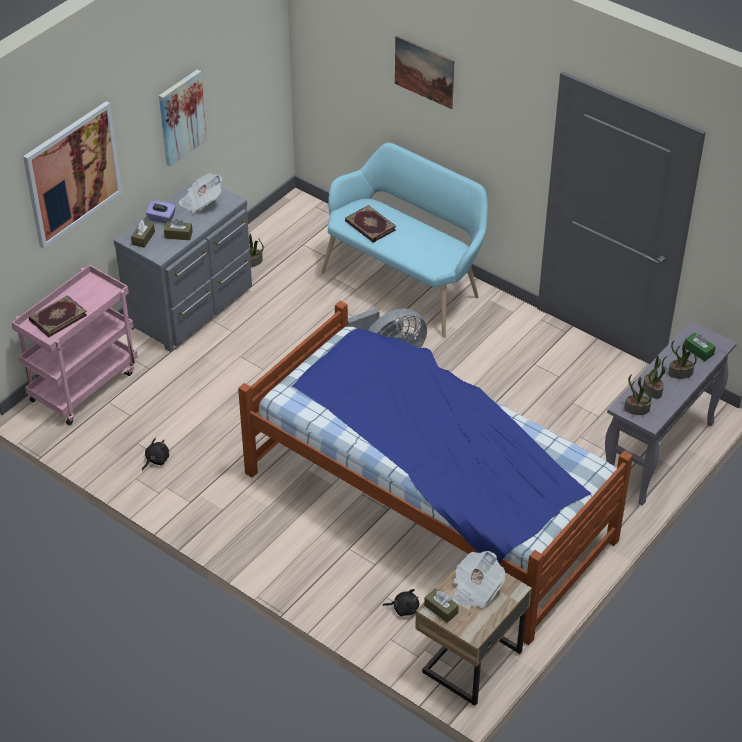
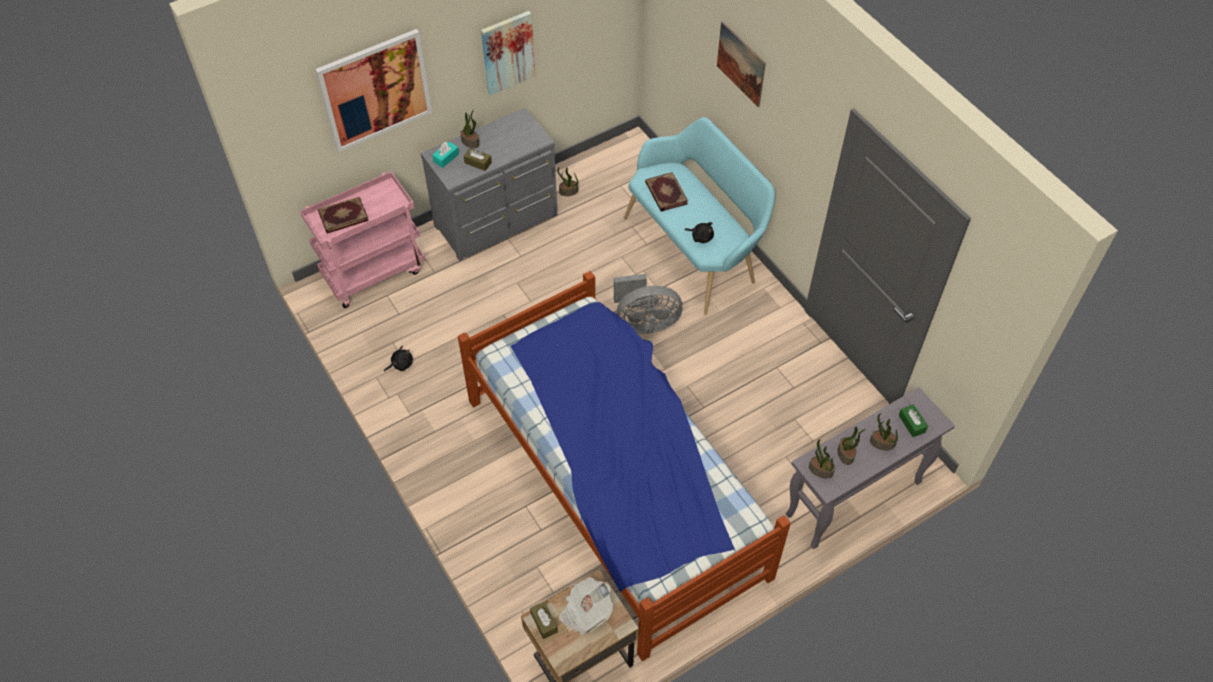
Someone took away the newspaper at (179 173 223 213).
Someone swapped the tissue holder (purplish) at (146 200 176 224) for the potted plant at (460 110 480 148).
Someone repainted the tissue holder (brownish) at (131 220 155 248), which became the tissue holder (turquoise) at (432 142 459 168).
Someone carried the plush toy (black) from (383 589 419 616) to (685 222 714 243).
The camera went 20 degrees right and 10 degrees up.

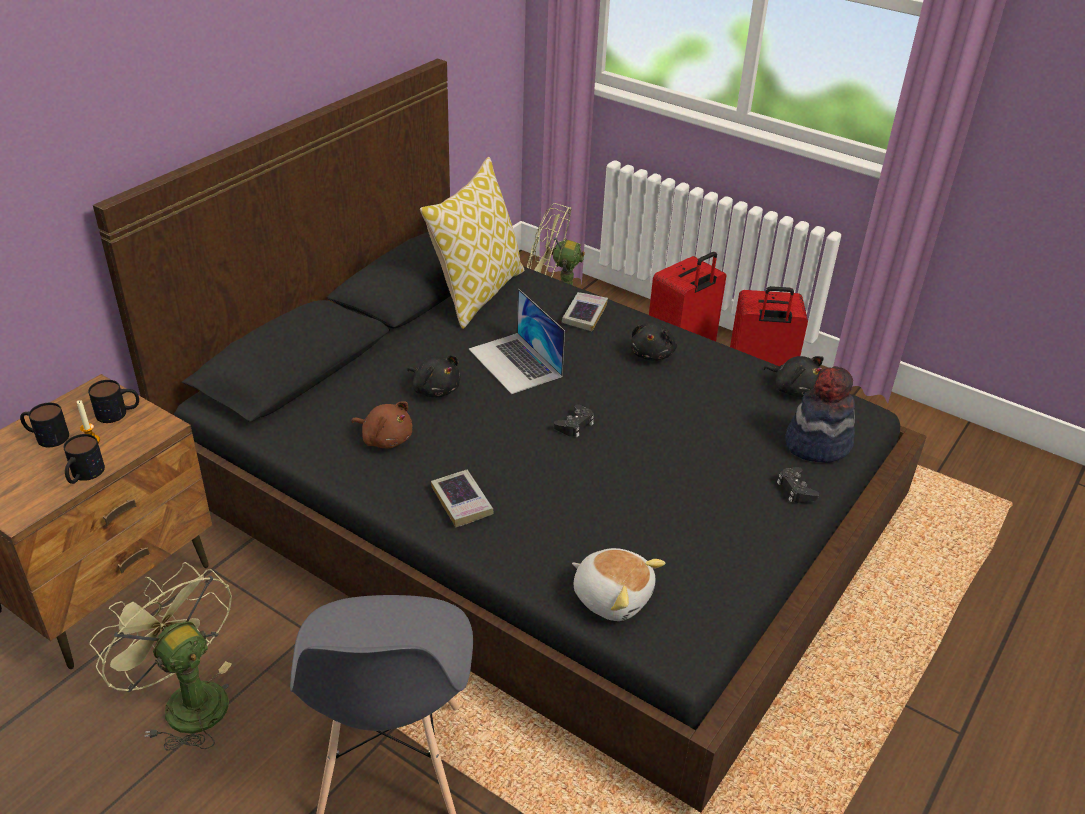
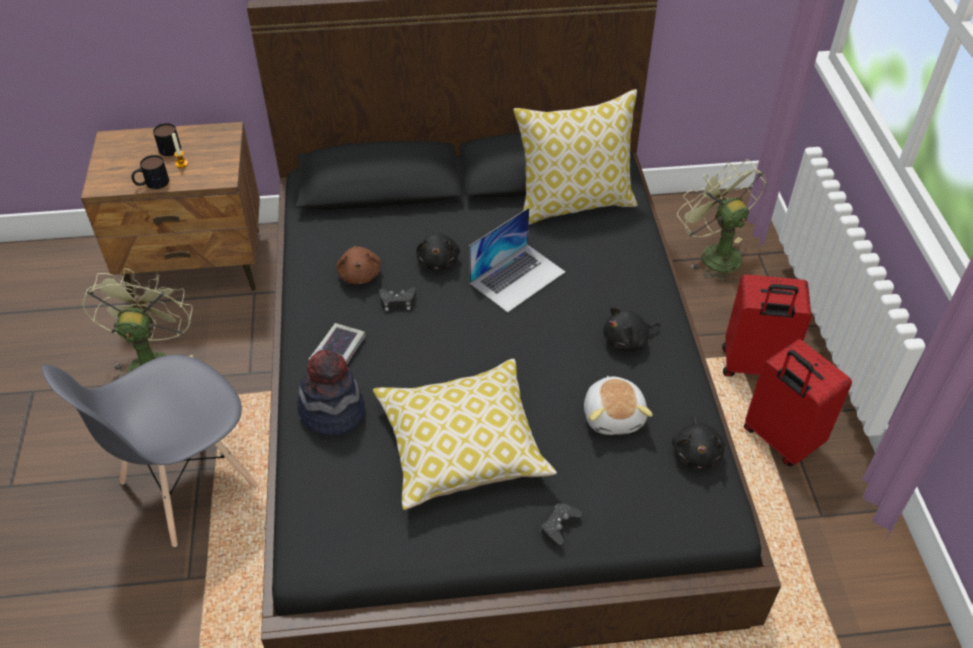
Someone rotated the notebook computer at (469 289 565 394) by 150 degrees counterclockwise.
Someone took away the volume at (562 292 608 331).
Someone carried the wearable hat from (785 366 855 463) to (297 349 365 436).
Someone took away the mug at (88 380 139 423).
Someone carried the joypad (black) from (554 404 594 437) to (379 287 416 311).
Someone carried the plush toy from (572 548 665 621) to (584 376 653 435).
Someone put down the cushion at (373 359 557 510).
The camera went 50 degrees right and 10 degrees up.

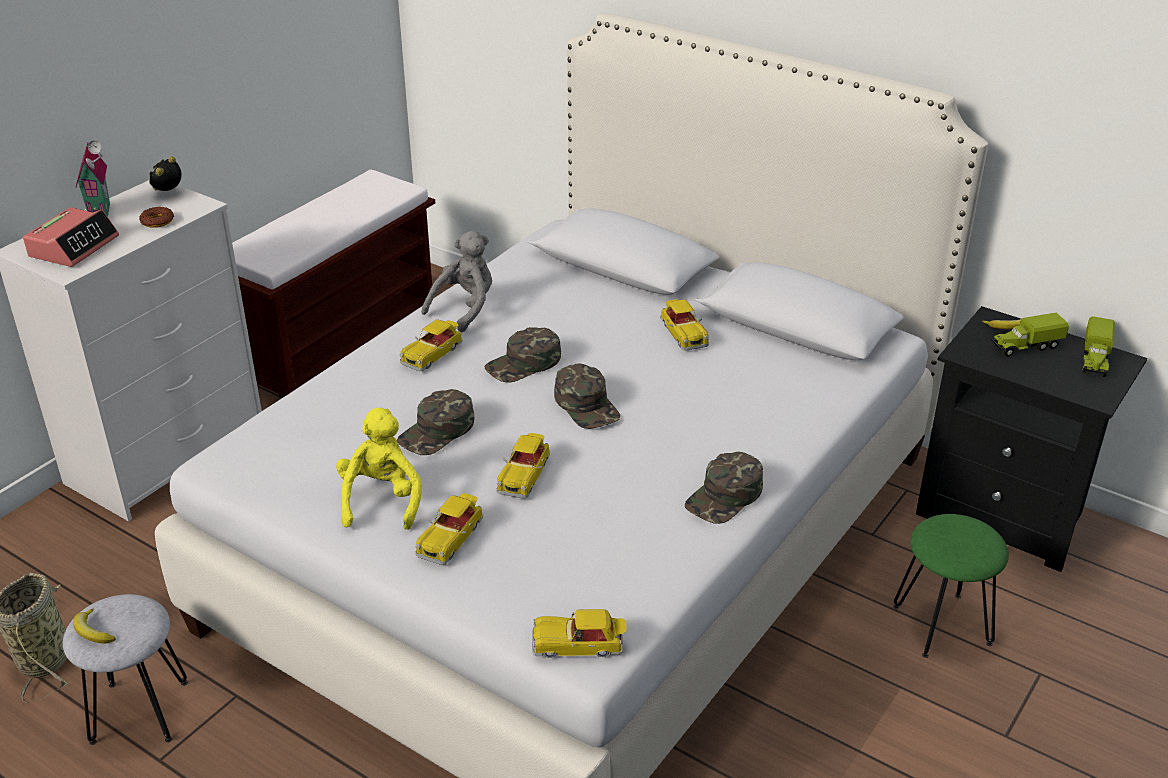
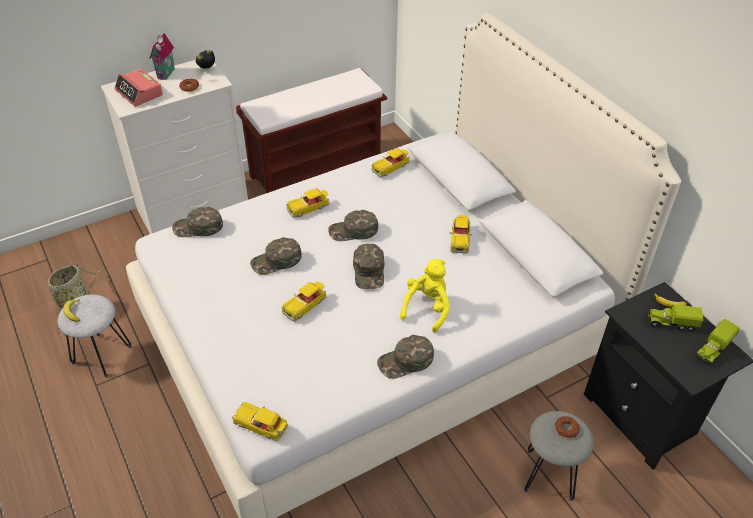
Someone rotated the table clock at (23 207 119 267) by 90 degrees clockwise.
Someone took away the plush toy (grey) at (421 231 492 333).
Someone carried the plush toy (yellow-coloured) from (336 408 422 530) to (400 259 450 333).
Someone carried the model car from (415 493 483 565) to (371 148 410 177).
Someone repainted the stool seat (green) at (893 514 1009 658), which became the stool seat (grey) at (524 411 594 501).
Someone put down the baseball cap (green) at (172 207 223 237).
Someone put down the ring doughnut at (555 416 580 438).
The camera went 25 degrees right and 10 degrees up.

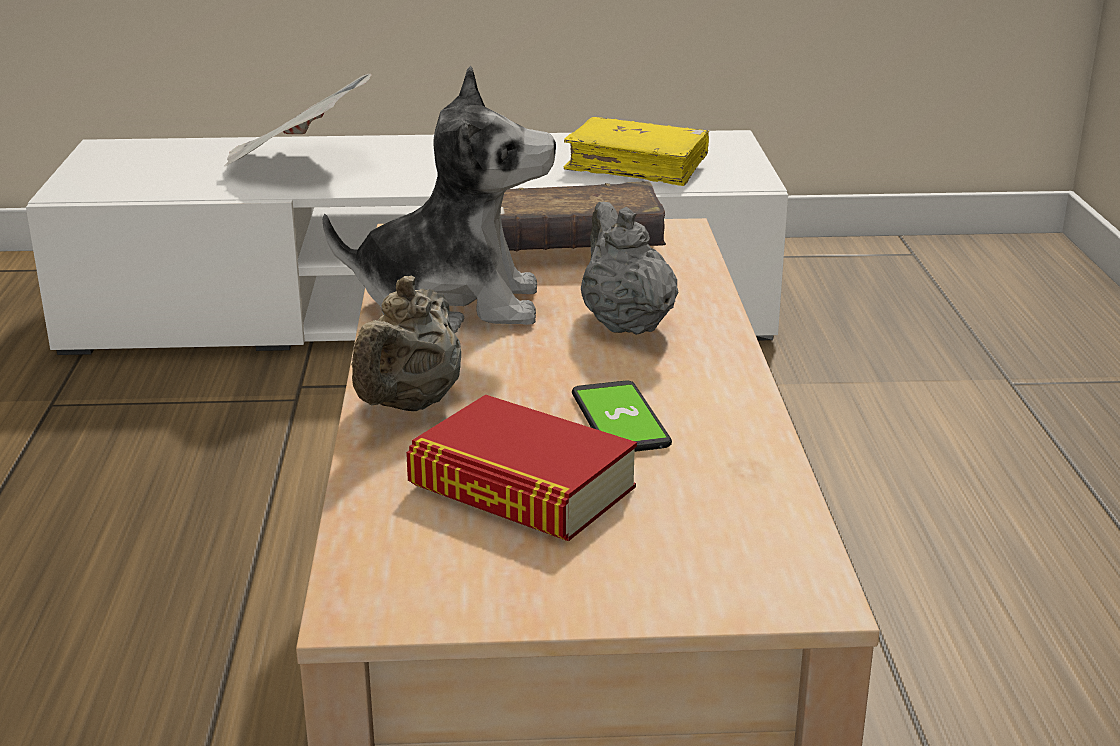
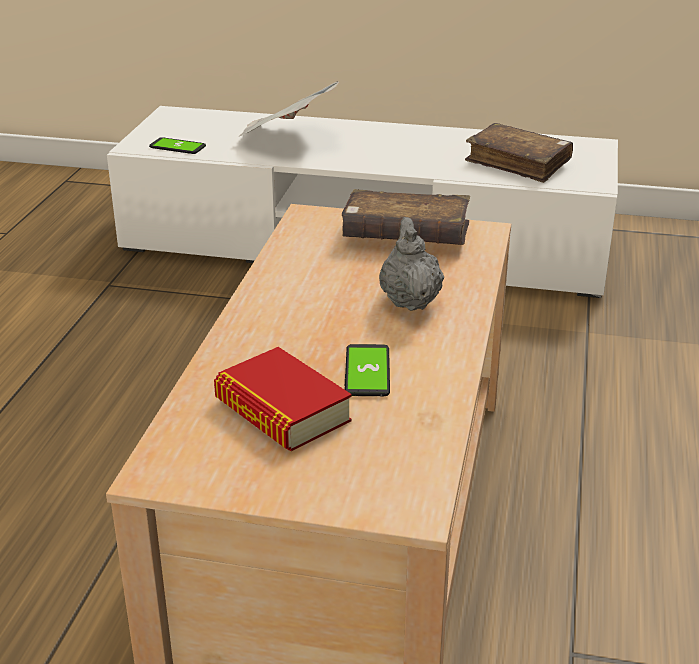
Someone took away the plush toy at (323 66 556 333).
Someone repainted the volume (yellow-coloured) at (564 117 709 186), which became the volume (brownish) at (465 123 573 183).
Someone took away the teapot (beige) at (351 276 461 412).
Someone put down the handset at (149 137 206 154).
The camera went 15 degrees right and 5 degrees up.

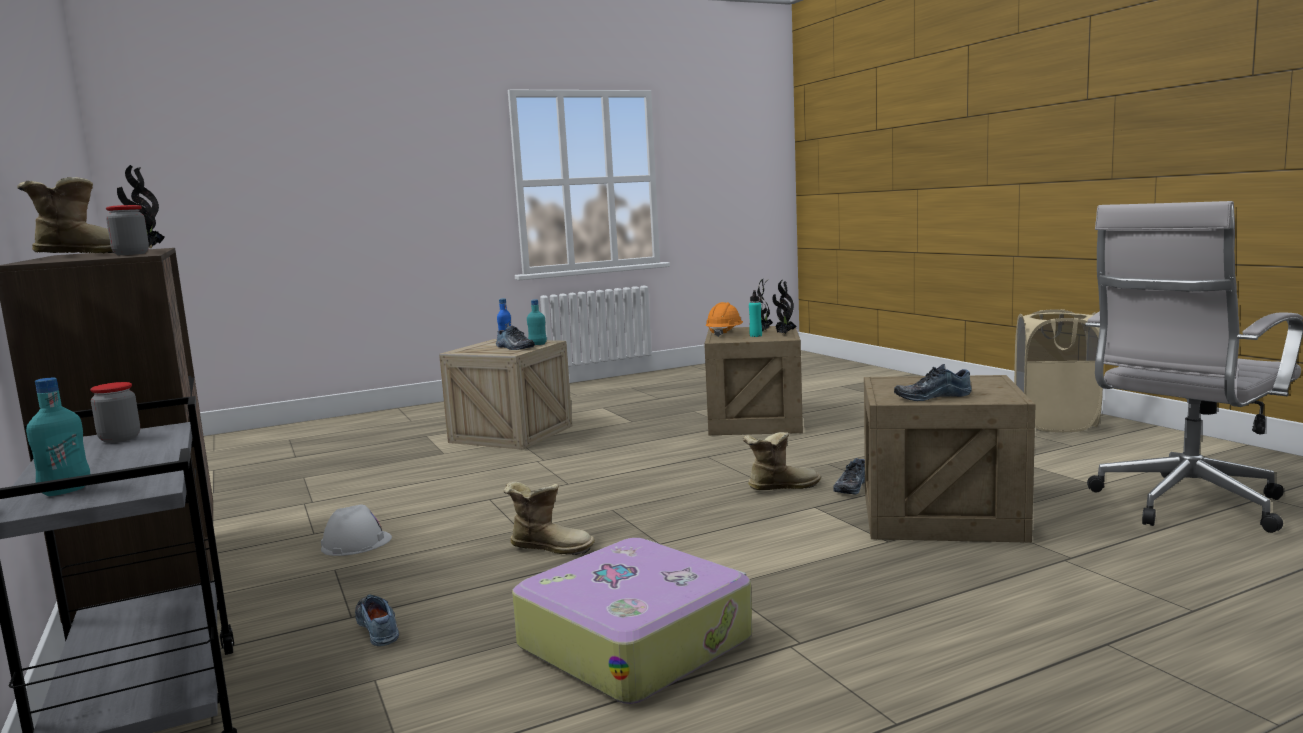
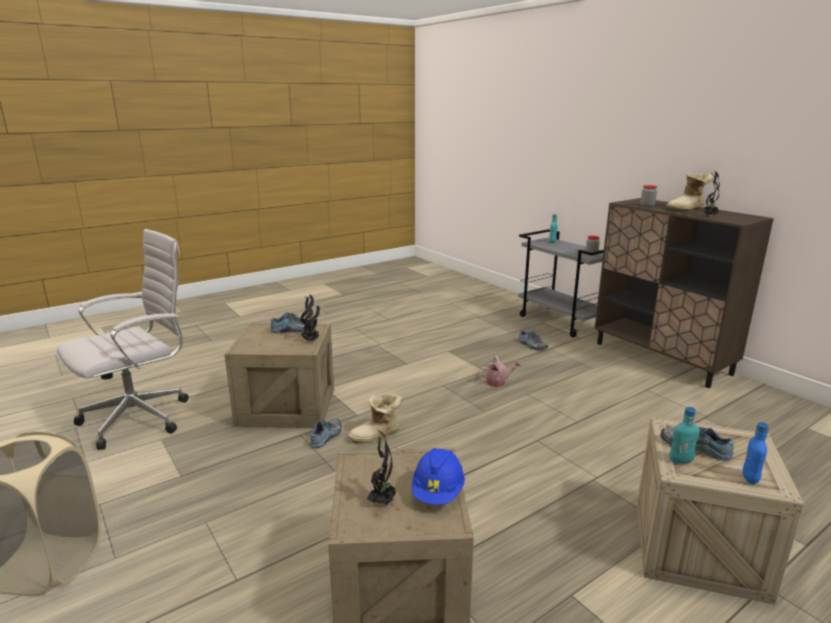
Someone carried the potted plant from (773 280 797 334) to (300 295 320 342).
Someone took away the bottle (turquoise) at (749 290 762 337).
Someone repainted the hard hat (orangey) at (706 302 743 337), which became the hard hat (bluish) at (412 448 465 505).
Someone swapped the boot at (503 481 595 555) for the sprinkling can at (478 356 521 387).
Someone took away the hard hat (whitish) at (321 504 392 556).
Someone took away the piece of luggage at (512 538 752 704).
The camera went 170 degrees right and 10 degrees up.

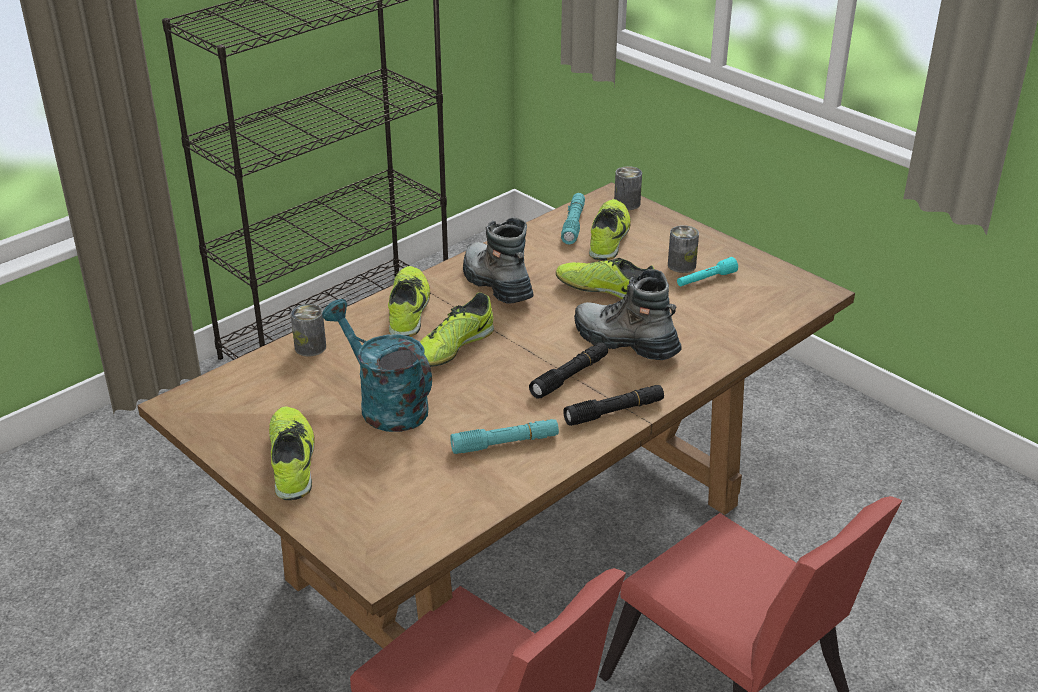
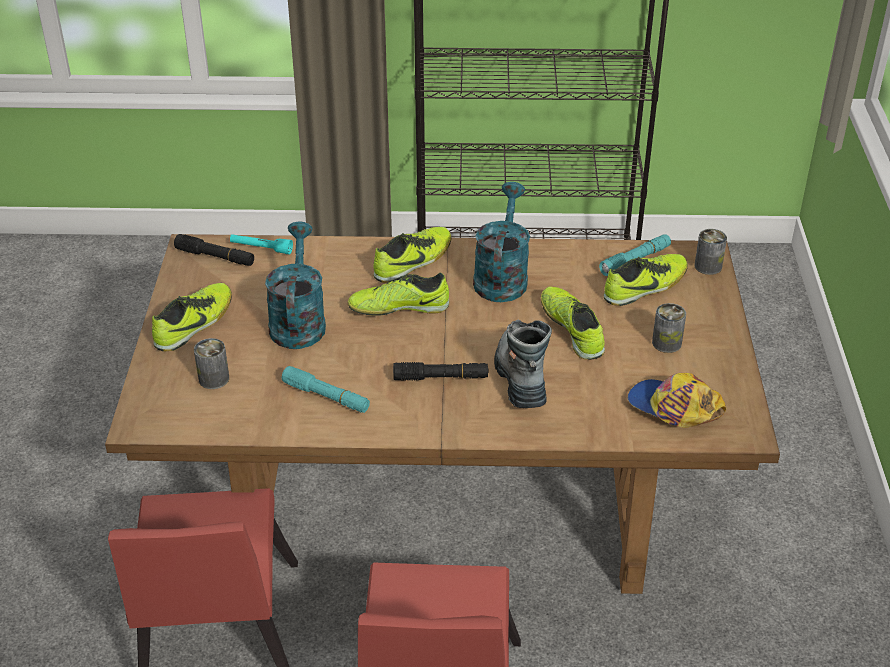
Someone swapped the boot at (463 218 533 303) for the sprinkling can (turquoise) at (473 182 530 302).
Someone carried the hand torch (turquoise) from (677 257 738 286) to (230 234 293 255).
Someone carried the can from (291 304 326 356) to (194 338 229 389).
Someone carried the hand torch (black) from (563 385 664 426) to (174 234 254 266).
Someone put down the baseball cap at (628 373 726 427).
The camera went 45 degrees right and 5 degrees up.

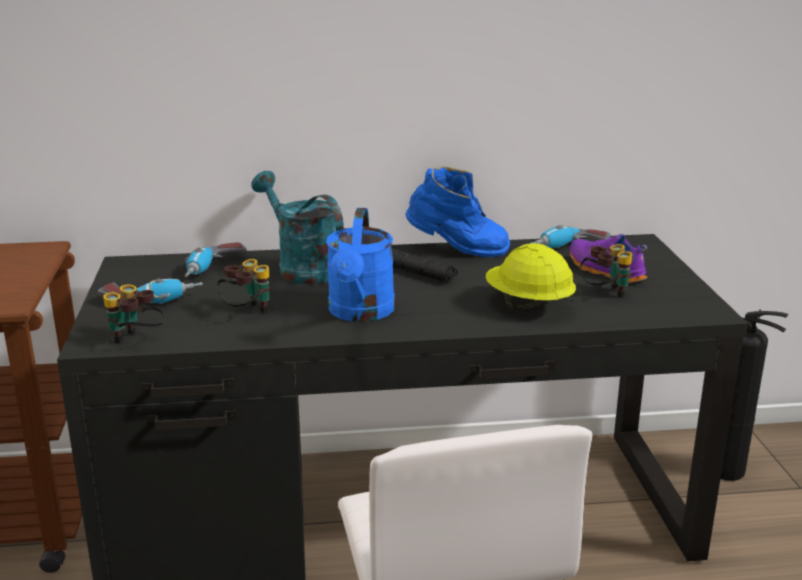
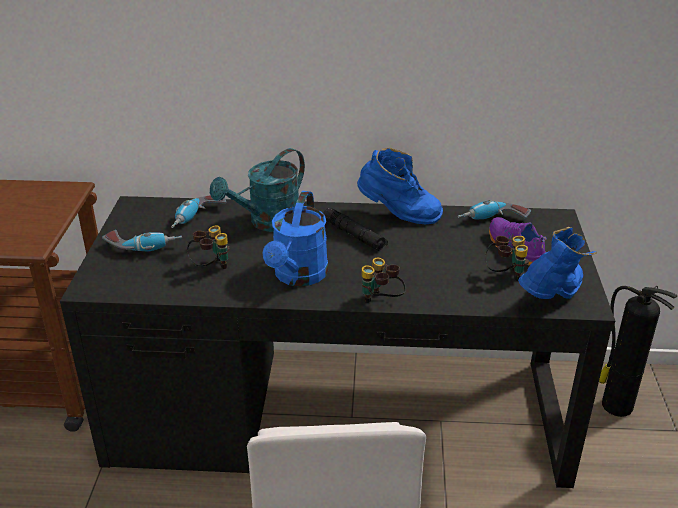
Someone rotated the sprinkling can (turquoise) at (251 171 344 285) by 105 degrees counterclockwise.
Someone took away the hard hat (yellow-coloured) at (485 243 576 311).
Someone carried the pair of binoculars from (103 284 165 343) to (362 258 406 303).
Someone put down the boot (bluish) at (518 227 597 299).
The camera went 10 degrees right and 10 degrees up.

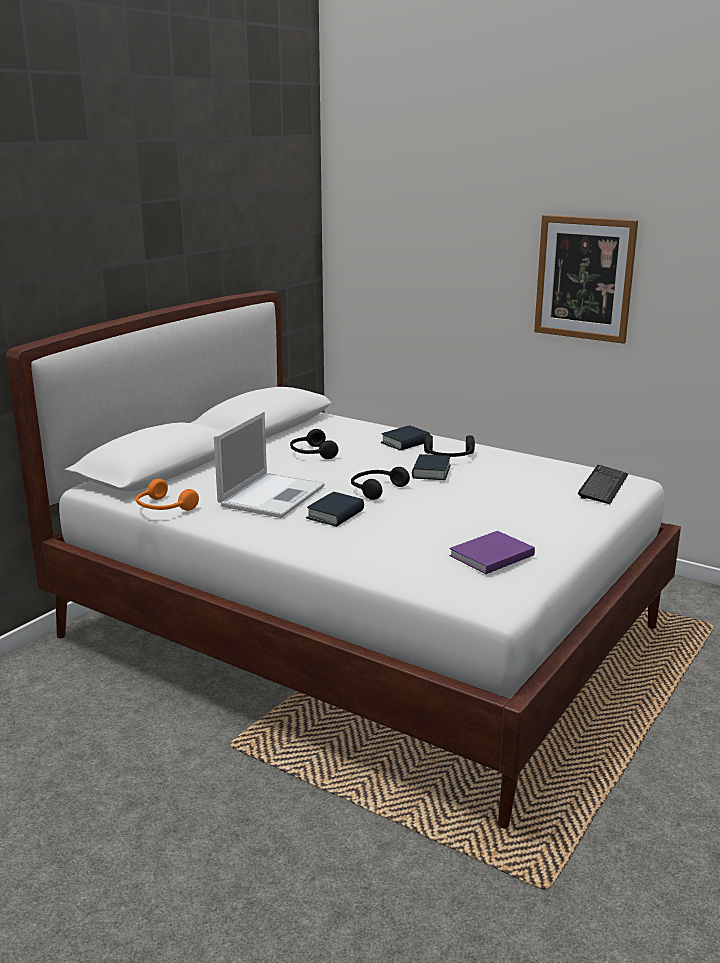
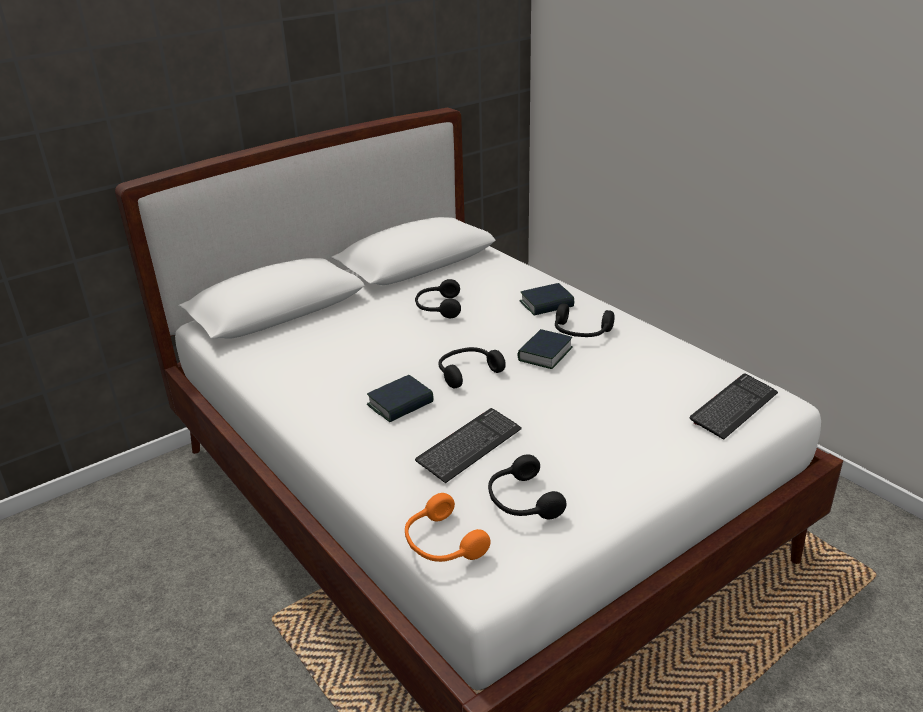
Someone took away the wall picture at (534 215 638 344).
Someone took away the notebook computer at (214 411 325 518).
Someone carried the pair of headphones (orangey) from (136 479 199 511) to (405 493 491 562).
Someone swapped the volume (purplish) at (449 531 535 574) for the pair of headphones (black) at (488 454 566 519).
Someone put down the PC keyboard at (415 408 522 483).
The camera went 20 degrees right and 10 degrees up.

